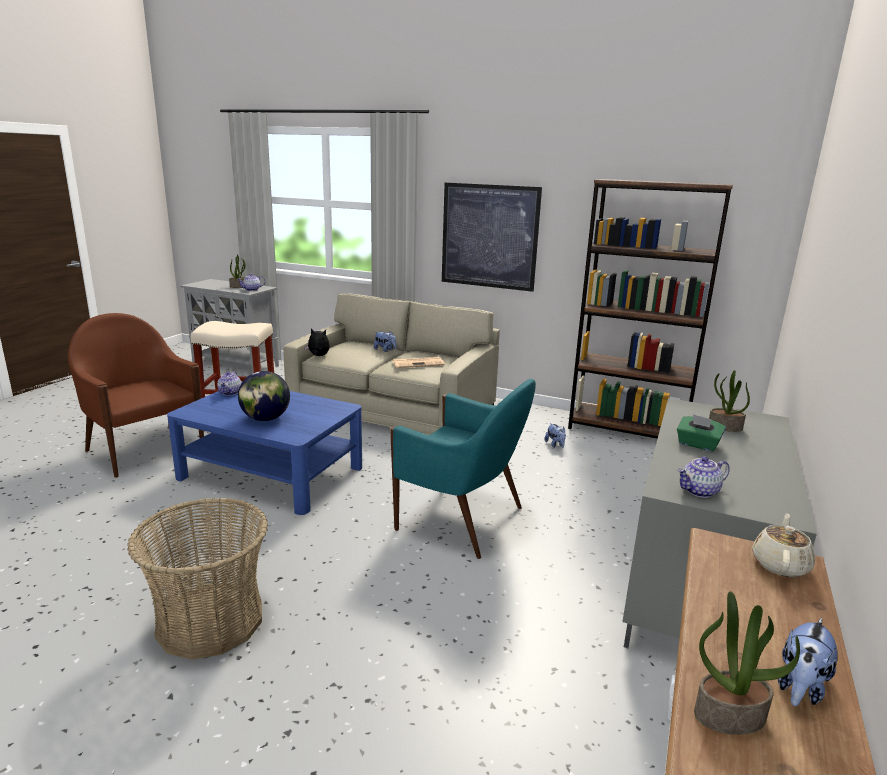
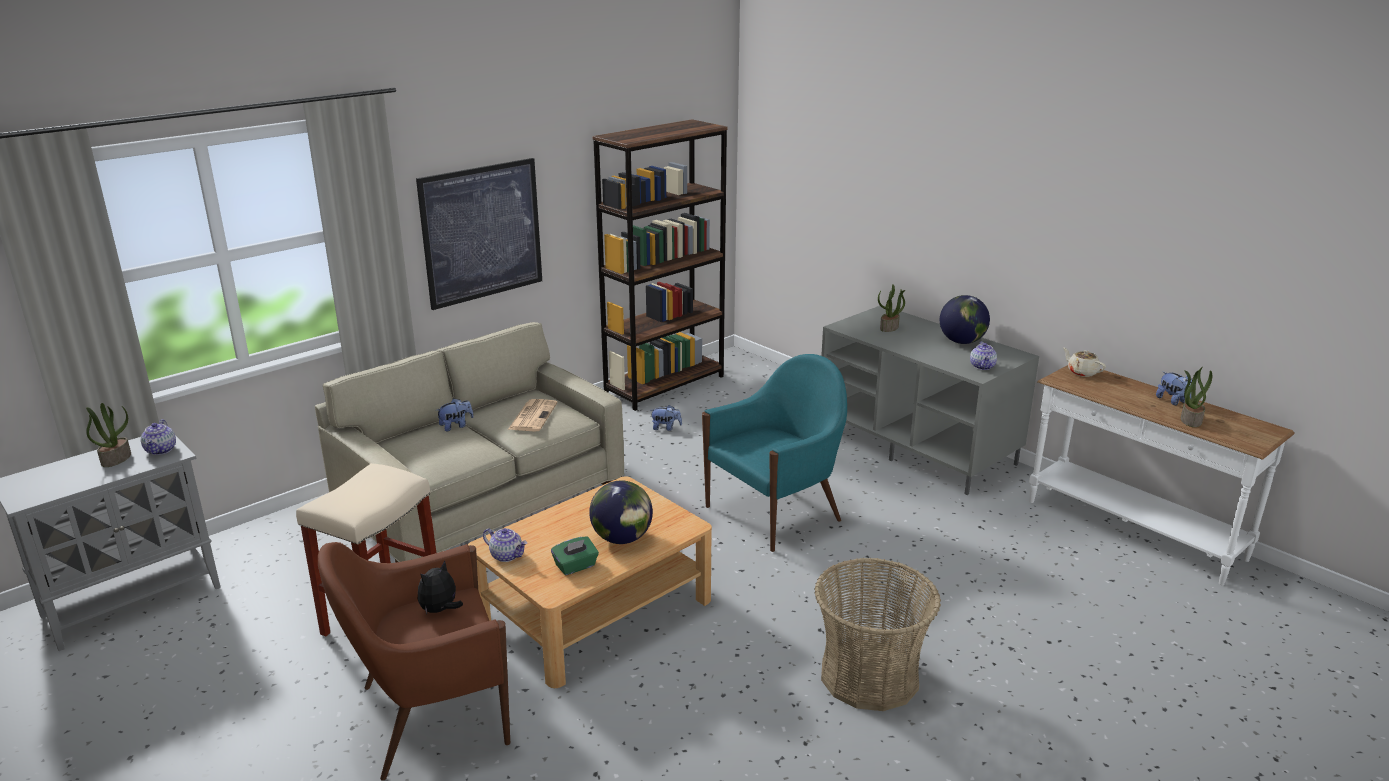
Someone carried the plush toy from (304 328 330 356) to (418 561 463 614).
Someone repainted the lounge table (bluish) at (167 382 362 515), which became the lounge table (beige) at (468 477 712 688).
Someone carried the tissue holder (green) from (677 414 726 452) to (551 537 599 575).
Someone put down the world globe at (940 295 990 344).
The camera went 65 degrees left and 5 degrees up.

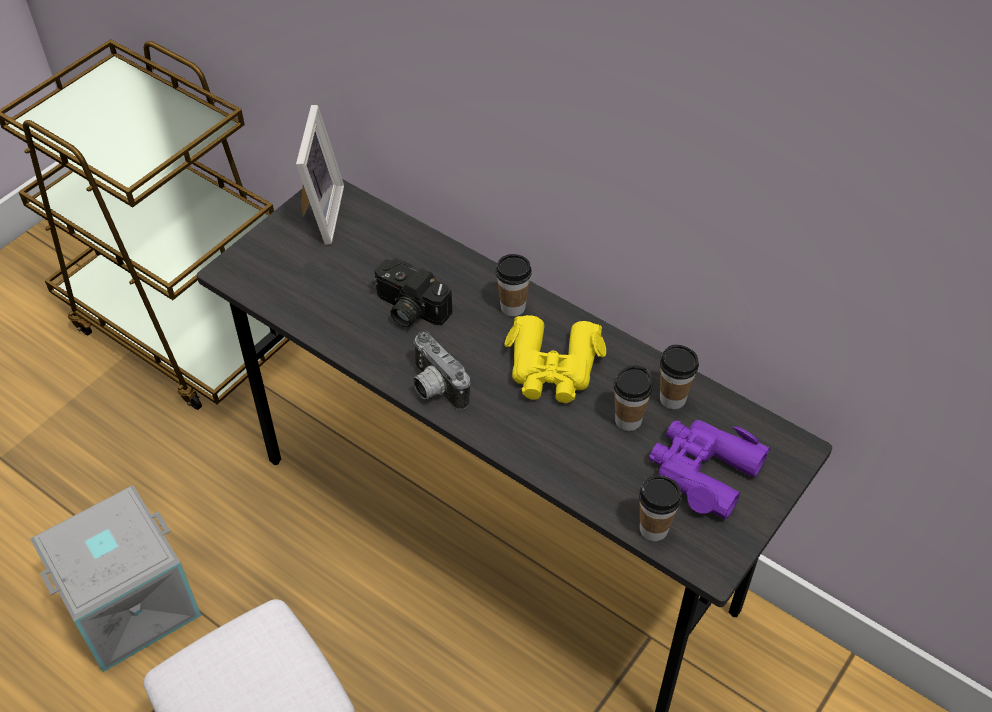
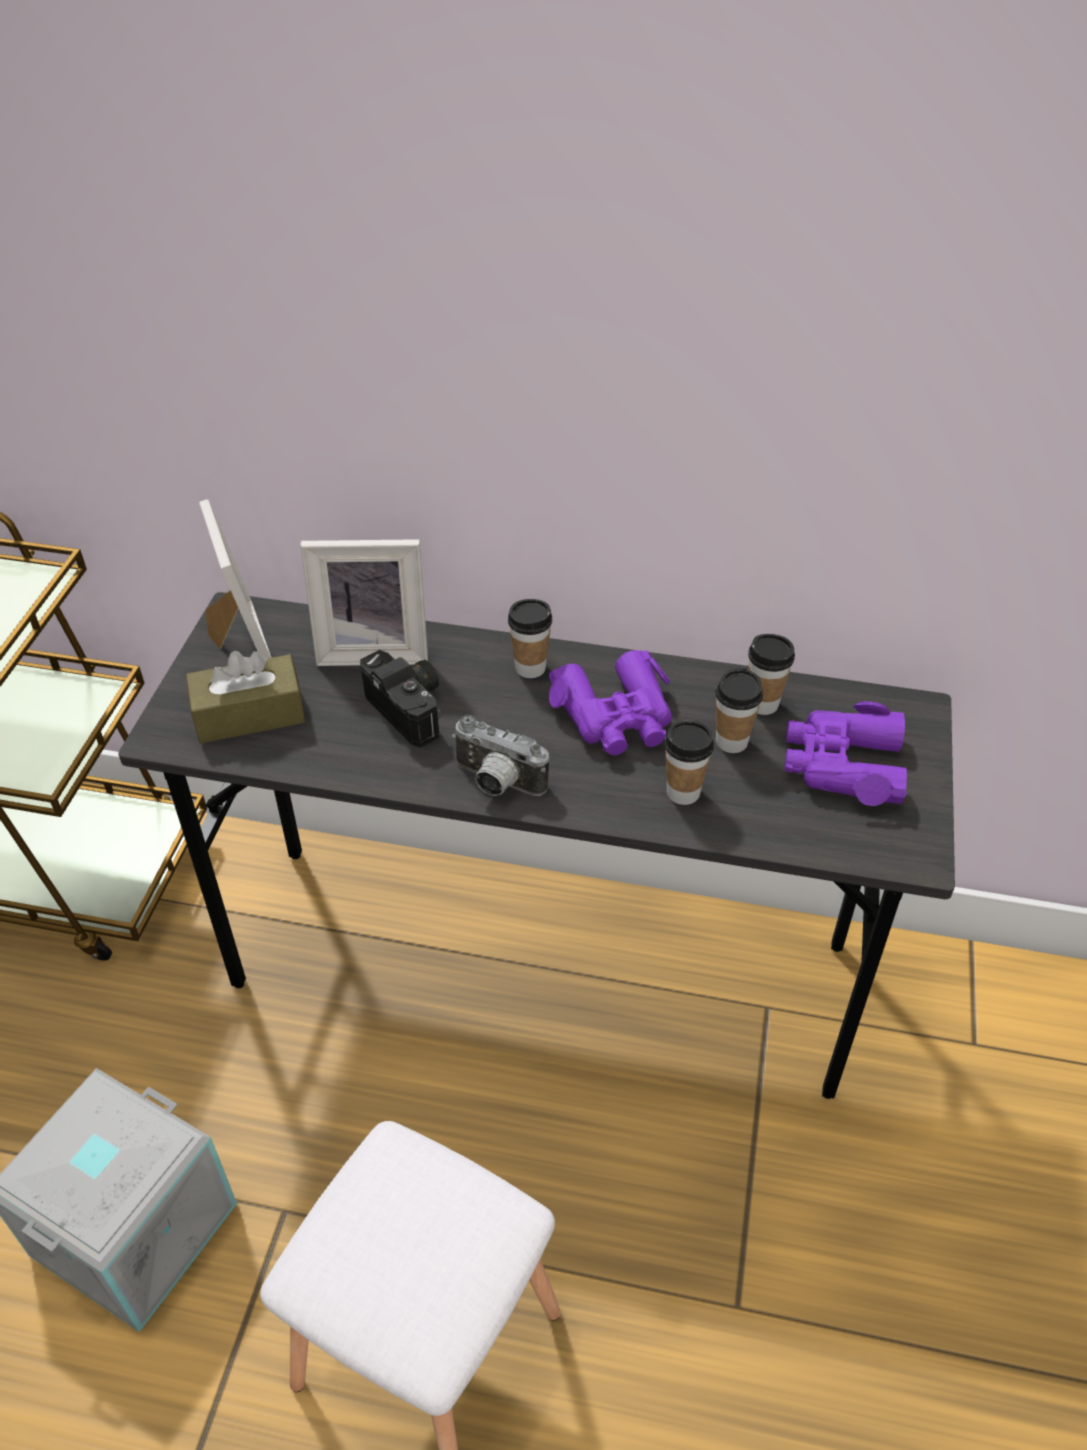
Someone rotated the photo camera at (373 259 453 327) by 135 degrees counterclockwise.
Someone repainted the pair of binoculars (yellow-coloured) at (504 315 606 403), which became the pair of binoculars (purplish) at (549 650 672 755).
Someone carried the cup from (639 475 682 541) to (665 720 714 805).
Someone put down the photo frame at (300 539 428 666).
Someone put down the tissue holder (brownish) at (186 651 305 743).
The camera went 25 degrees left and 5 degrees down.

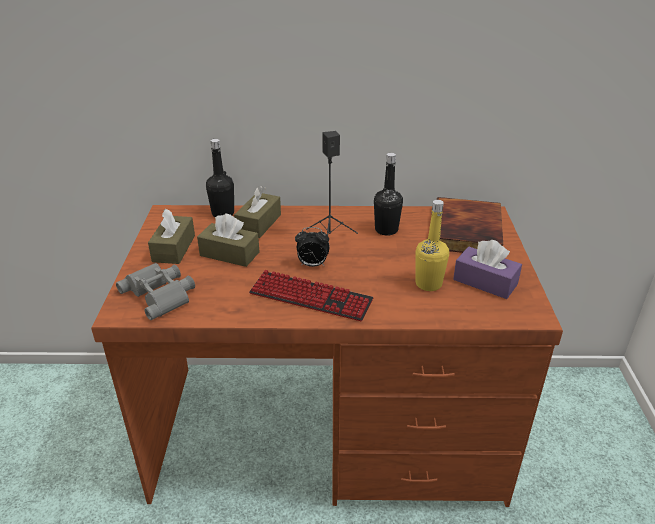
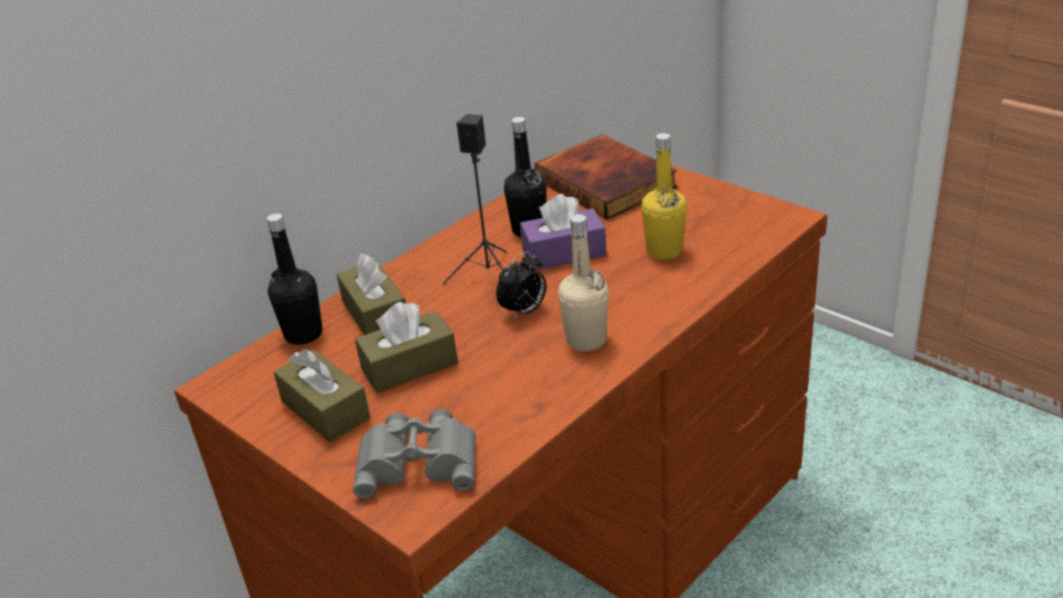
Someone carried the tissue holder (purplish) from (453 240 522 299) to (520 194 607 270).
Someone swapped the PC keyboard at (249 270 374 321) for the bottle (beige) at (558 214 609 351).
The camera went 45 degrees left and 0 degrees up.

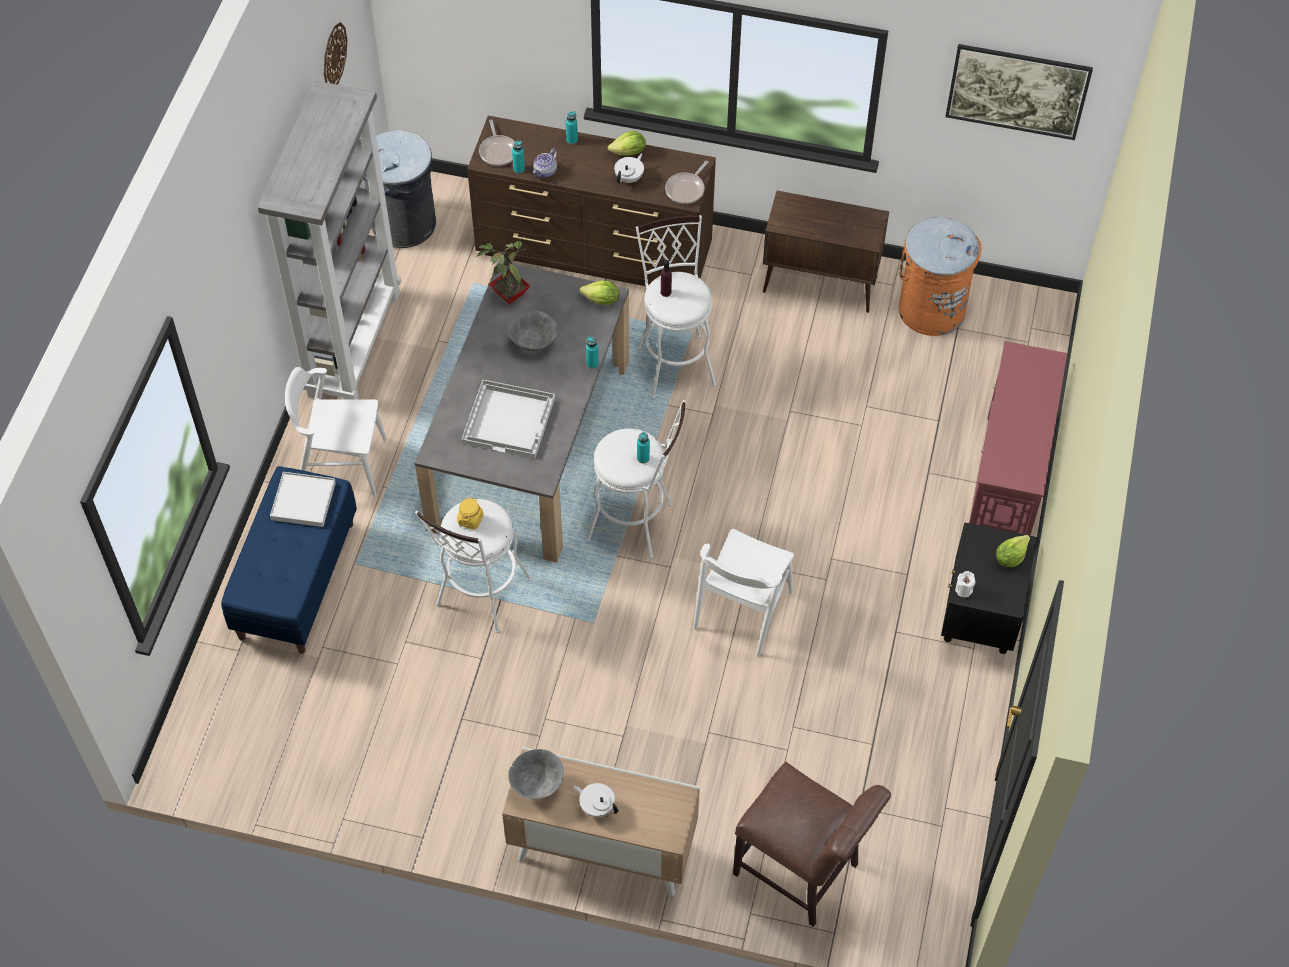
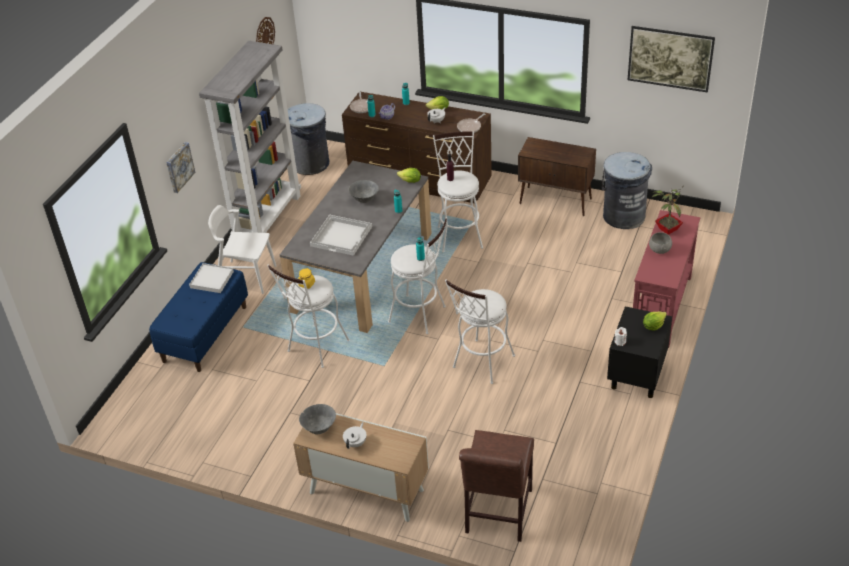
Someone repainted the trash can (orangey) at (899 217 982 336), which became the trash can (grey) at (602 152 652 229).
Someone carried the potted plant from (476 236 530 304) to (652 188 684 235).
Someone swapped the chair (whitish) at (694 529 794 656) for the stool seat (whitish) at (445 280 515 384).
Someone rotated the chair (brownish) at (733 761 891 927) by 60 degrees clockwise.
Someone rotated the teapot (whitish) at (574 783 618 817) by 75 degrees clockwise.
Someone put up the wall picture at (166 142 195 193).
Someone put down the bowl (grey) at (649 232 672 254).
The camera went 10 degrees right and 15 degrees down.

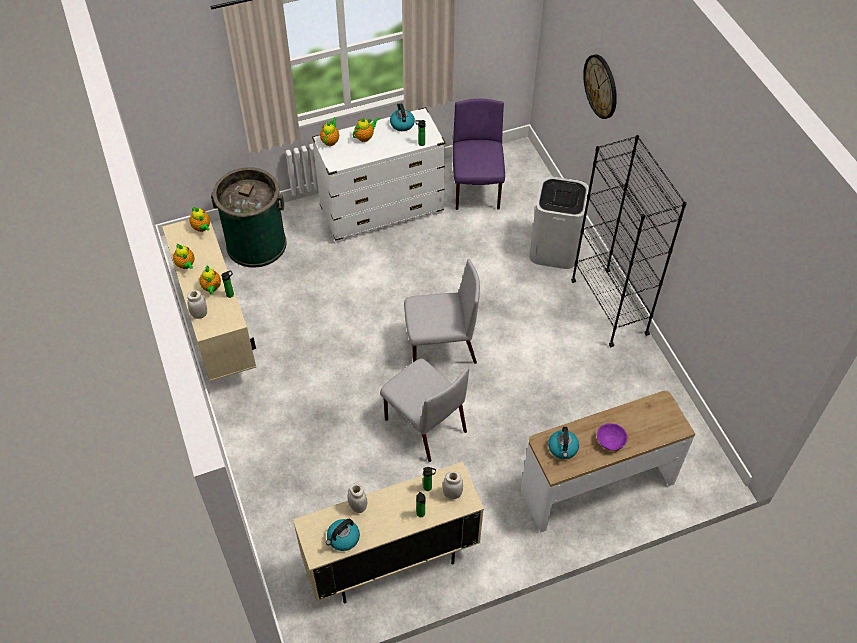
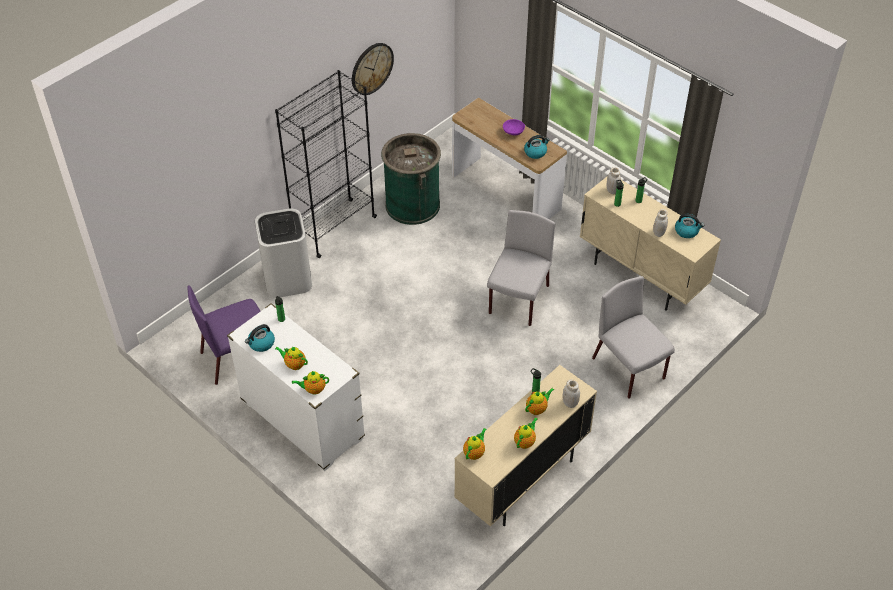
Someone carried the clock on the wall from (583 54 617 119) to (352 43 394 95).
Someone carried the trash can (green) from (211 167 287 268) to (381 133 441 225).
Someone carried the chair (grey) from (404 259 480 364) to (592 276 675 399).
The camera went 115 degrees left and 5 degrees down.

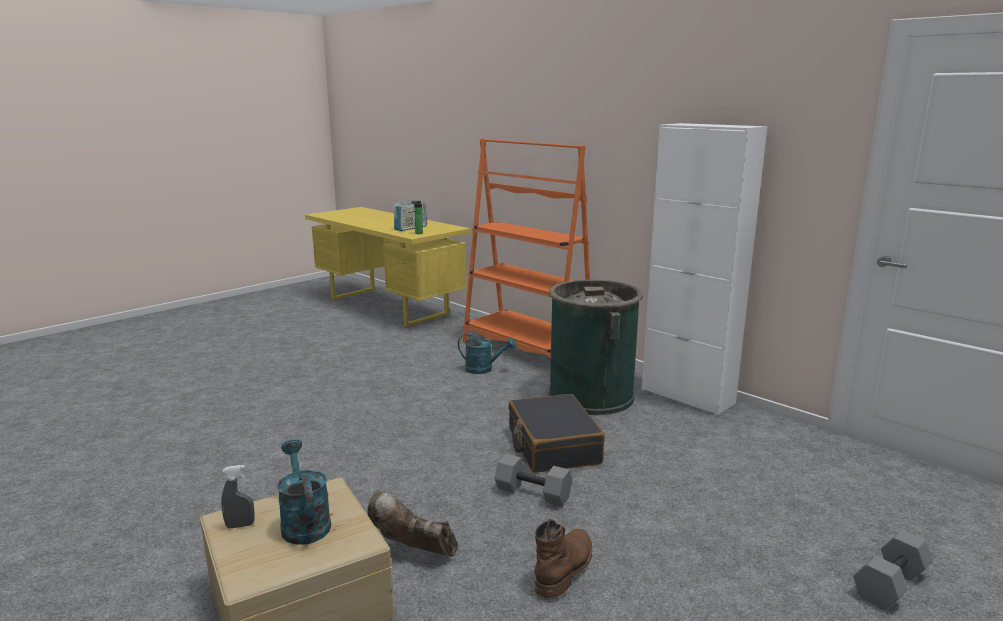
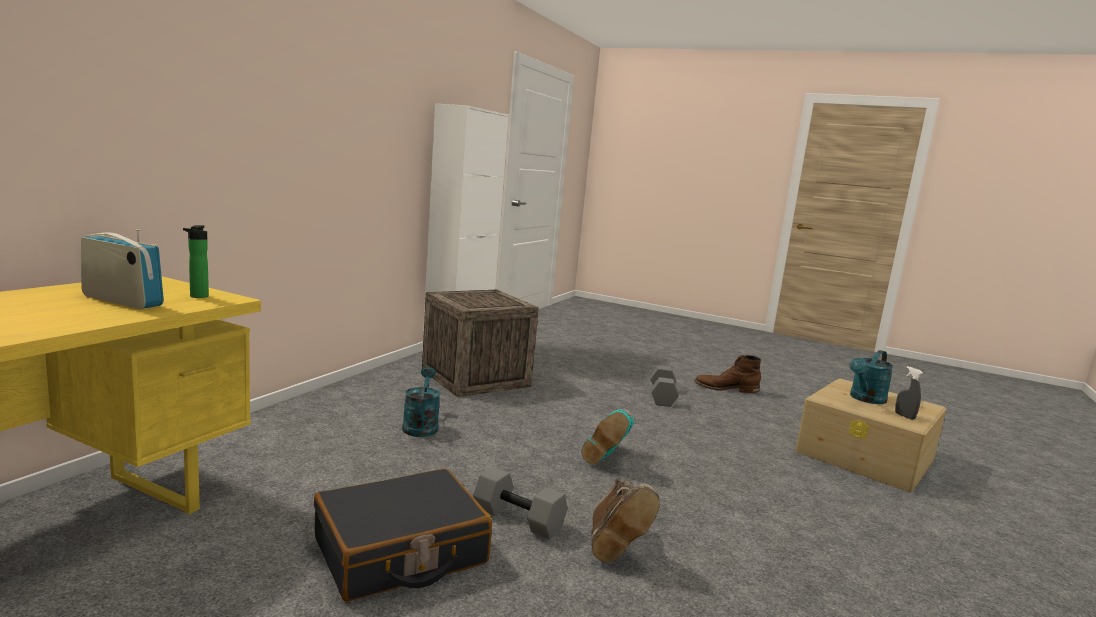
Someone took away the bookshelf (orangey) at (463 138 590 359).
Someone swapped the trash can (green) at (549 280 643 415) for the shipping crate at (422 290 539 397).
Someone carried the piece of luggage (black) from (508 394 605 473) to (314 469 492 601).
Someone carried the boot (brownish) from (368 490 457 557) to (591 478 660 562).
Someone carried the hand weight (grey) from (853 530 933 610) to (473 467 568 540).
Someone put down the boot (turquoise) at (581 409 635 464).
The camera went 110 degrees left and 5 degrees down.

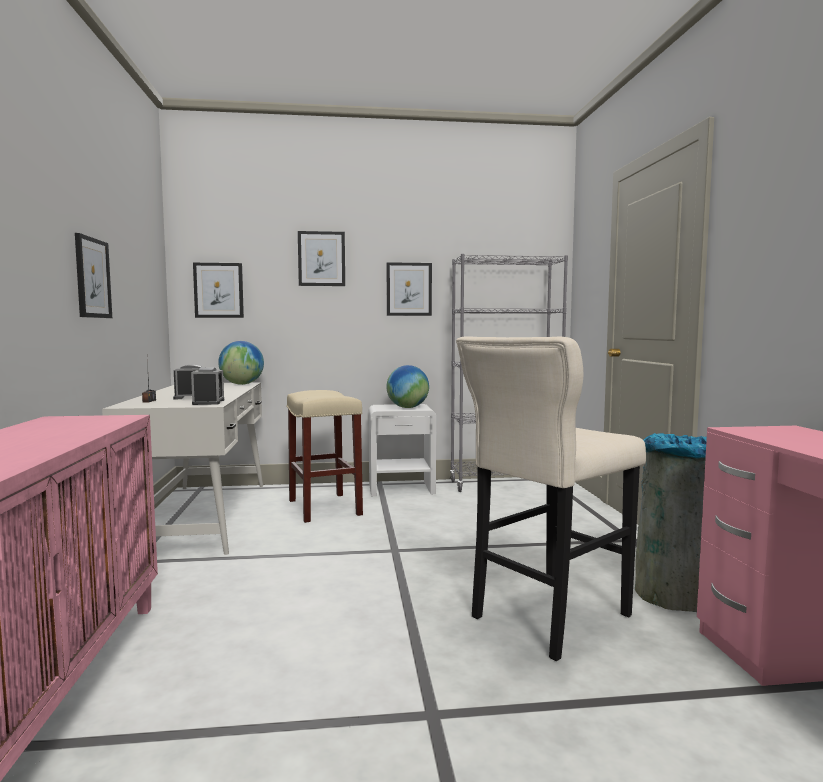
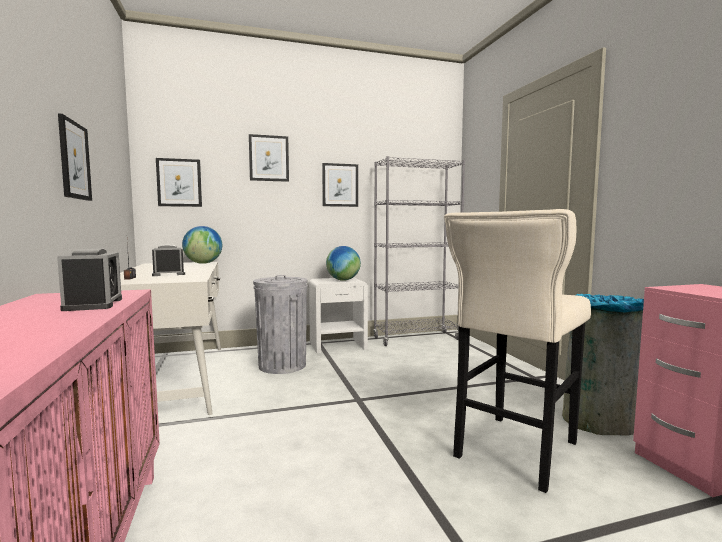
Someone carried the table clock from (191 367 224 405) to (57 248 122 311).
Someone swapped the stool seat (beige) at (286 390 363 523) for the trash can (grey) at (253 275 308 374).
The camera went 10 degrees left and 0 degrees up.

